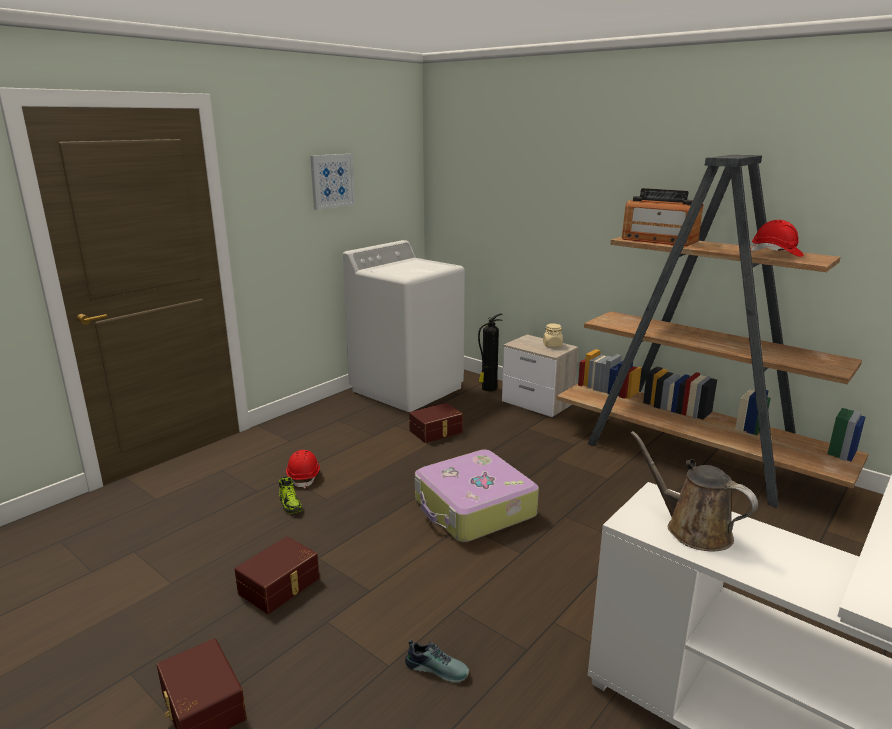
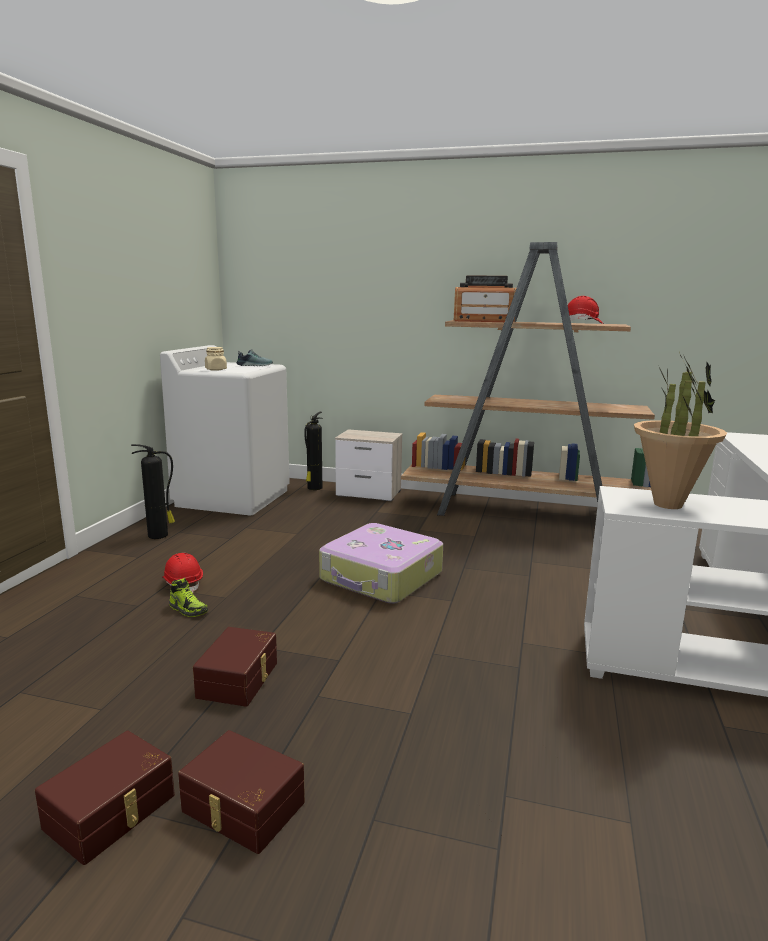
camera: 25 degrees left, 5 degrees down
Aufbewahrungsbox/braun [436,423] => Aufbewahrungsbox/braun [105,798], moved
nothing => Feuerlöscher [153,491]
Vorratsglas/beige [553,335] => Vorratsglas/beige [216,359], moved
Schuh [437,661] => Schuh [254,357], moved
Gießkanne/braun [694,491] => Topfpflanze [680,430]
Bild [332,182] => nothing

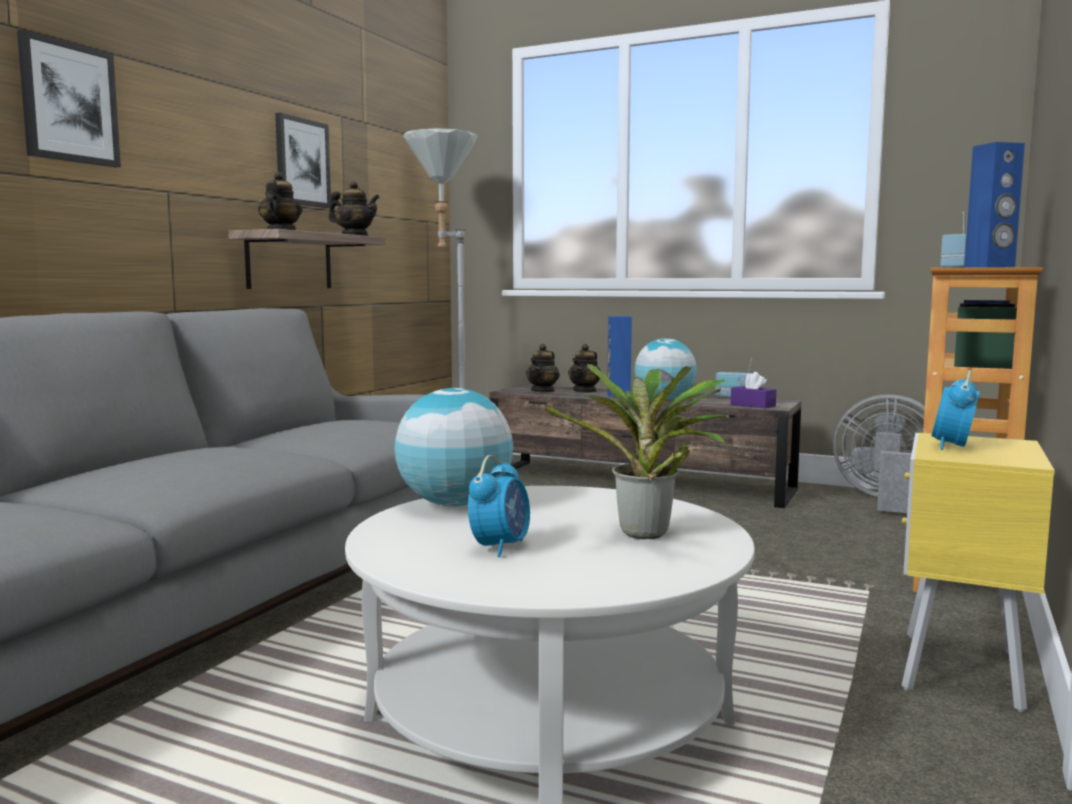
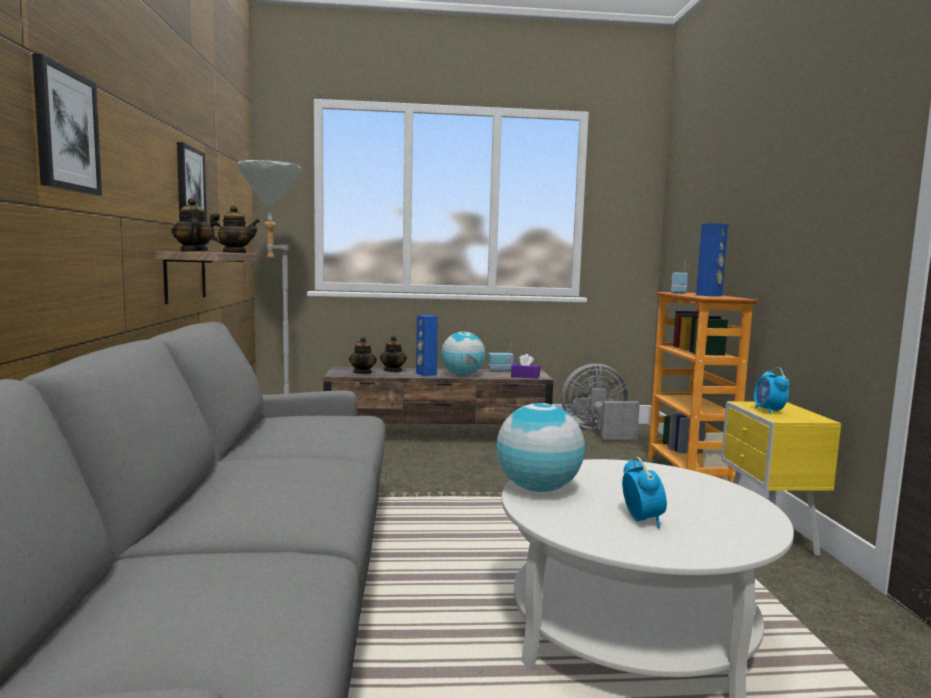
camera: 30 degrees left, 0 degrees up
Topfpflanze [637,451] => nothing

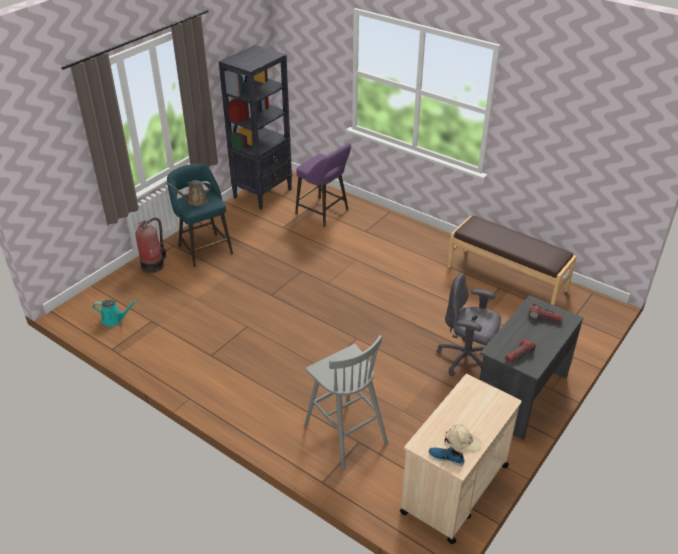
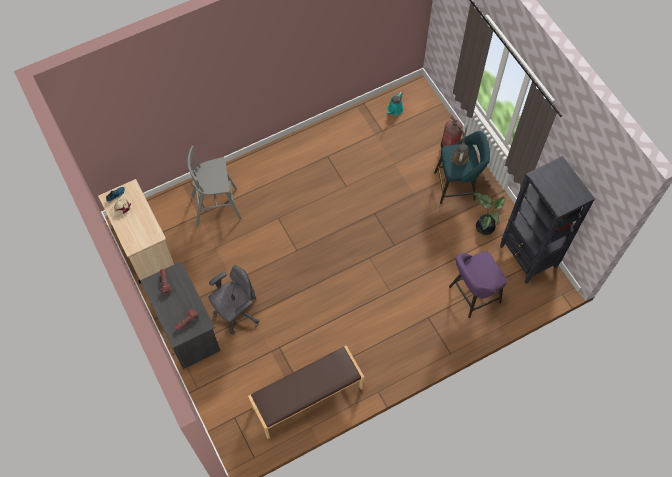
camera: 115 degrees right, 25 degrees up
nothing => Topfpflanze [489,214]

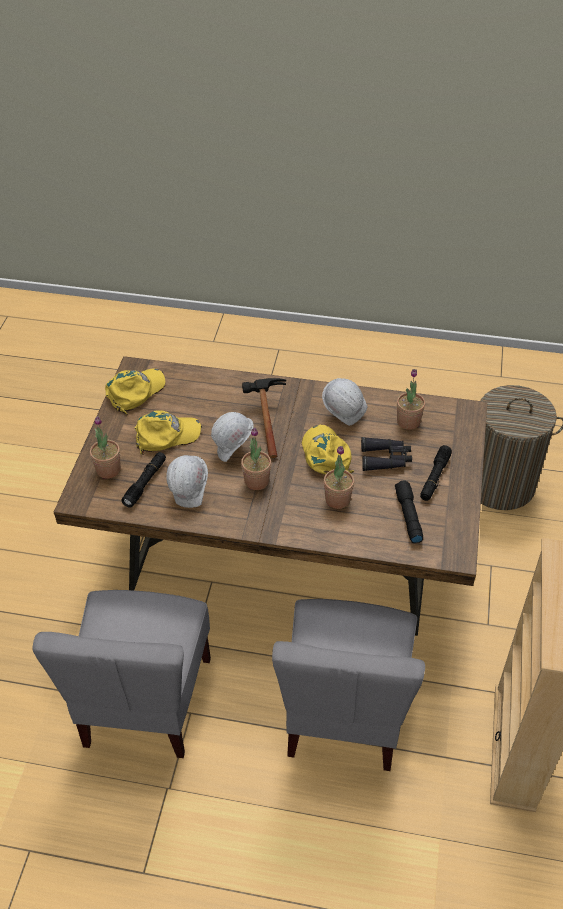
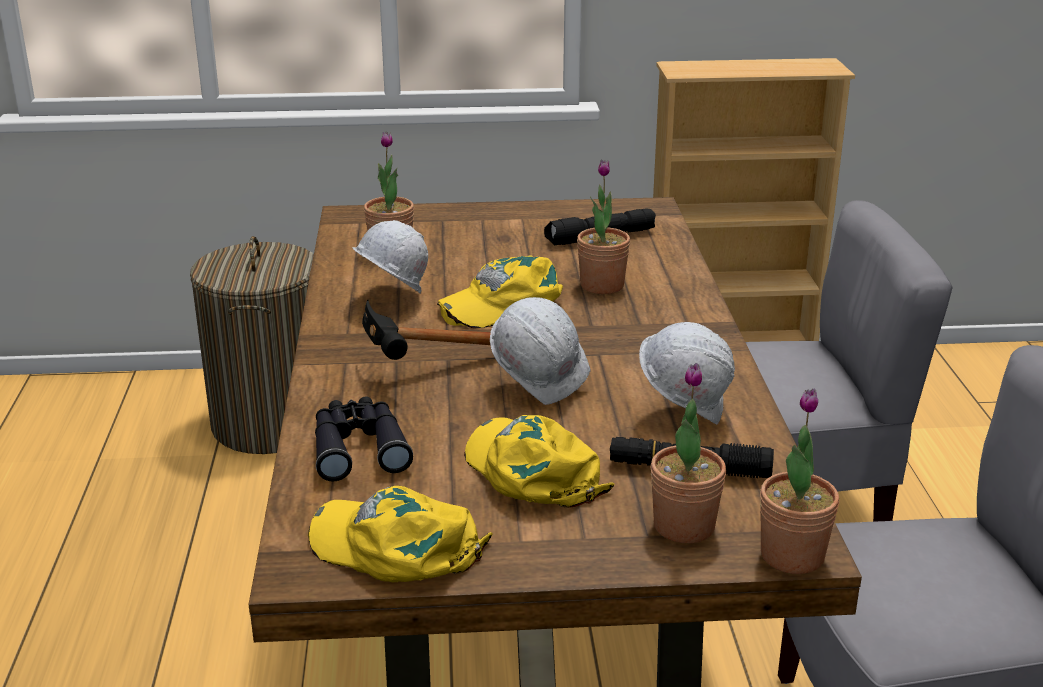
camera: 105 degrees left, 20 degrees down
Fernglas/schwarz [386,454] => Fernglas/schwarz [364,439], moved
Topfpflanze [256,458] => Topfpflanze [799,481], moved
Taschenlampe/schwarz [436,473] => nothing

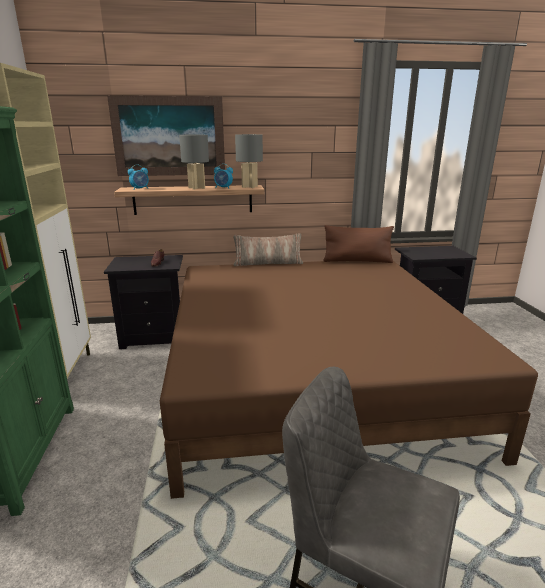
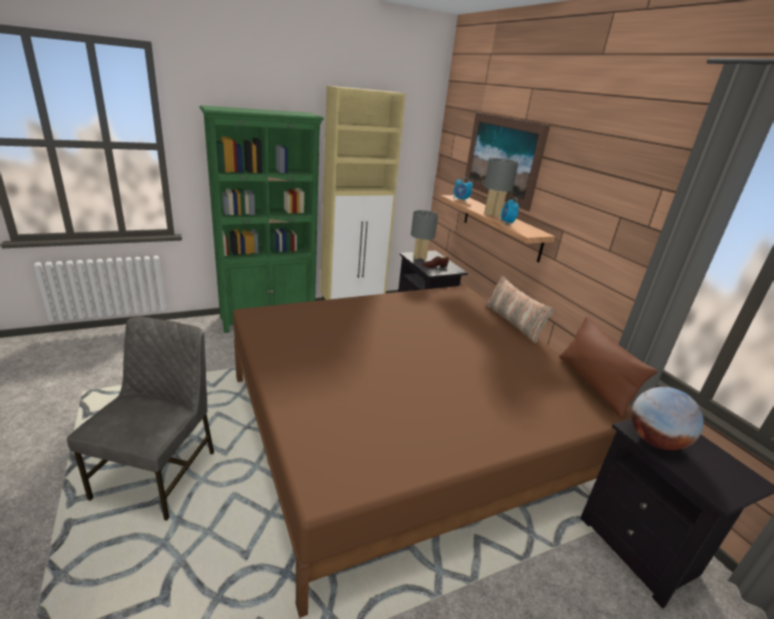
camera: 70 degrees right, 5 degrees up
Tischlampe/grau [249,161] => Tischlampe/grau [424,235], moved
nothing => Globus [667,418]

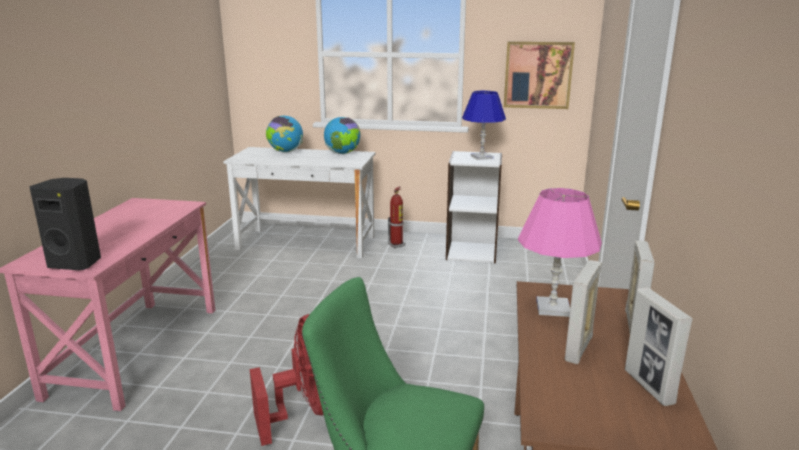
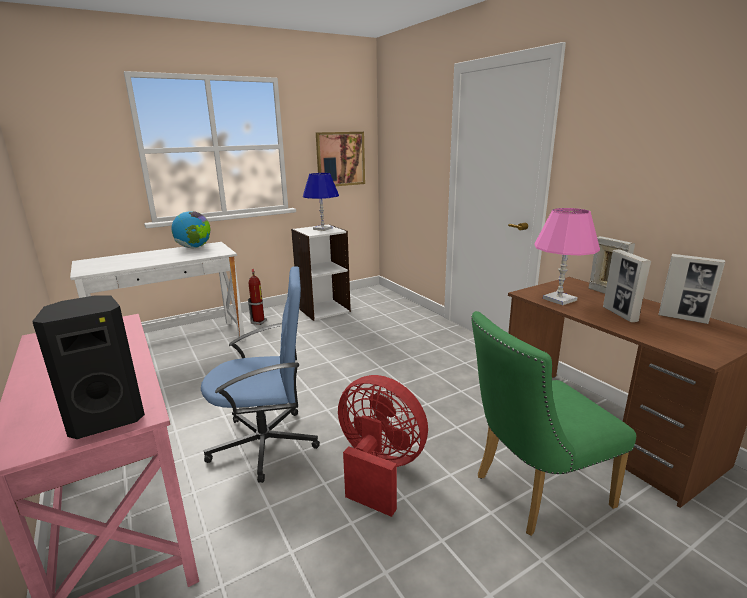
camera: 40 degrees left, 0 degrees up
nothing => Bürostuhl/blau [260,374]
Globus [284,134] => nothing

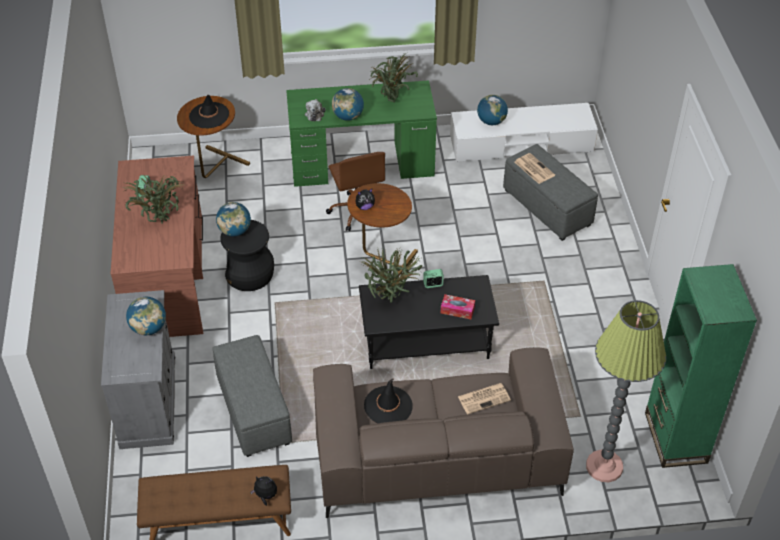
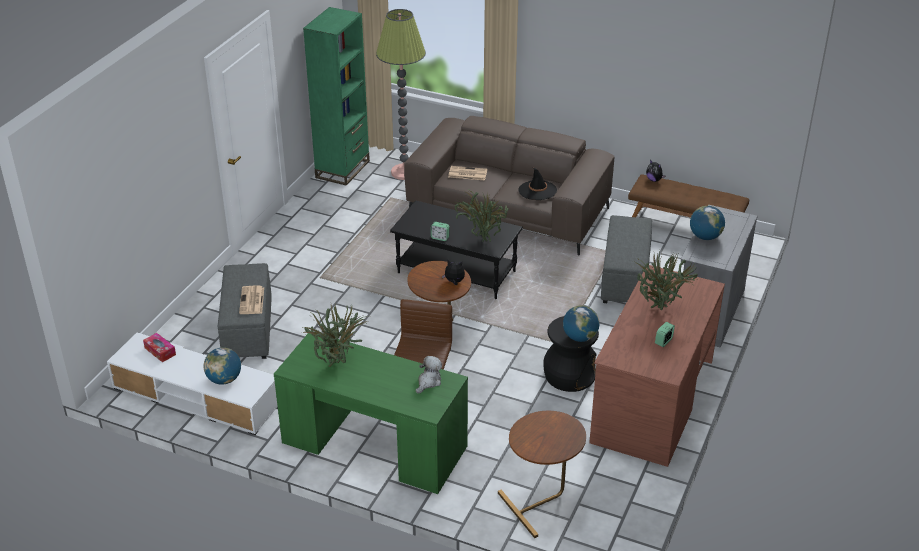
camera: 150 degrees left, 10 degrees down
Taschentuchbox [458,306] => Taschentuchbox [159,347], moved
Hut/schwarz [209,111] => nothing
Globus [348,104] => nothing

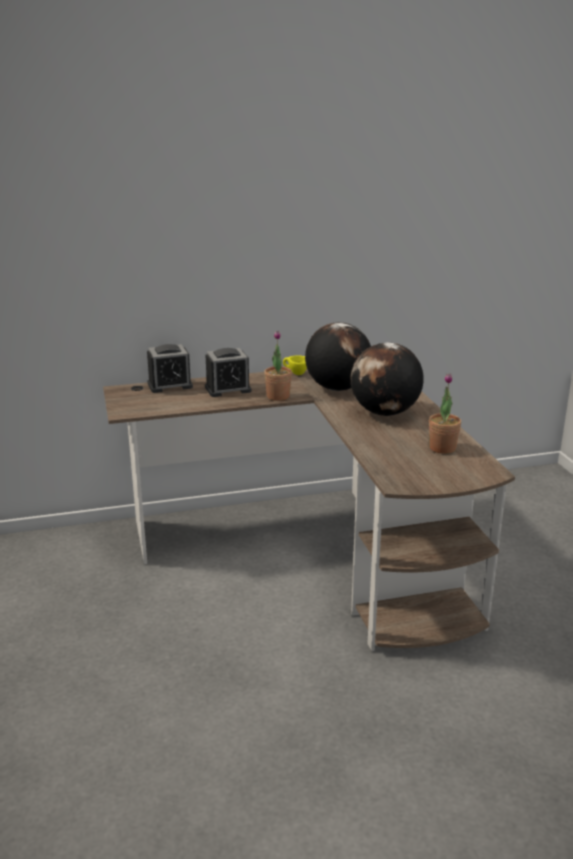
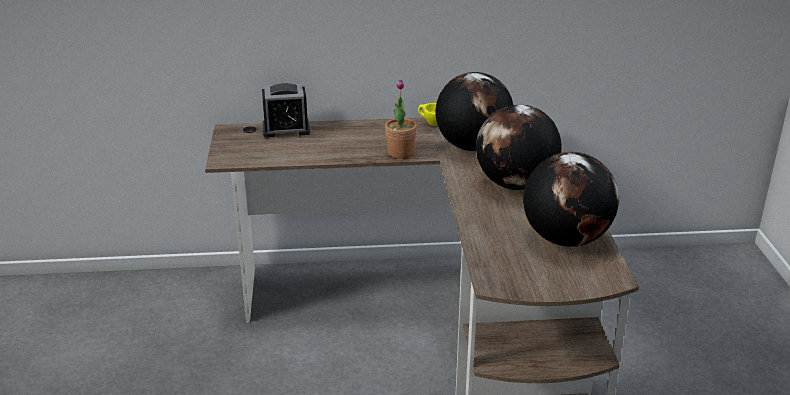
camera: 10 degrees right, 5 degrees up
Topfpflanze [445,413] => Globus [571,199]
Wecker [228,372] => nothing

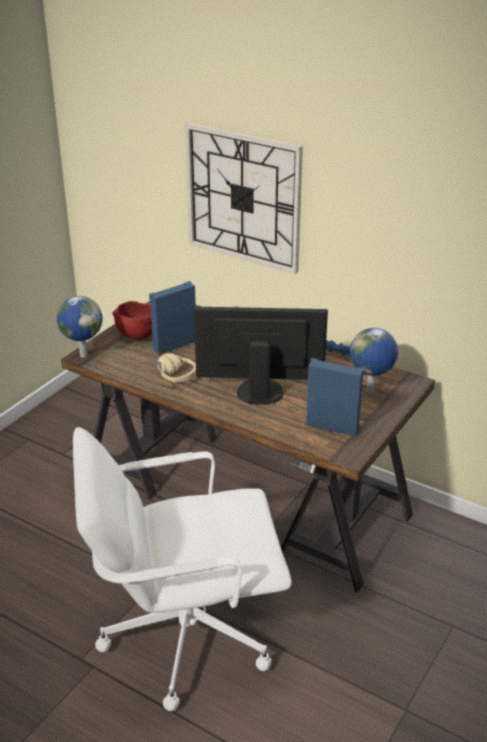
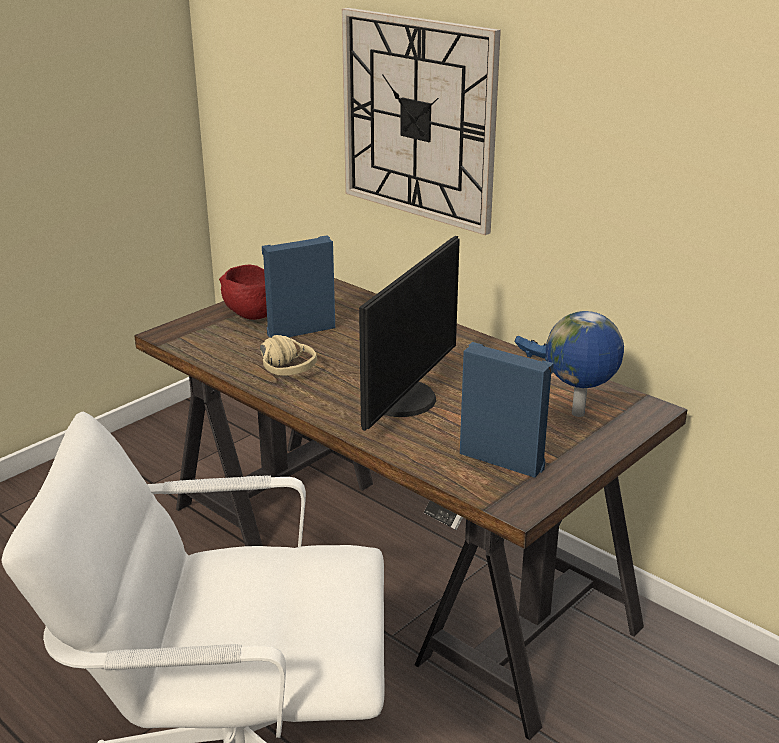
camera: 10 degrees right, 5 degrees down
Monitor [261,356] => Monitor [409,333], 105 degrees clockwise
Globus [80,327] => nothing

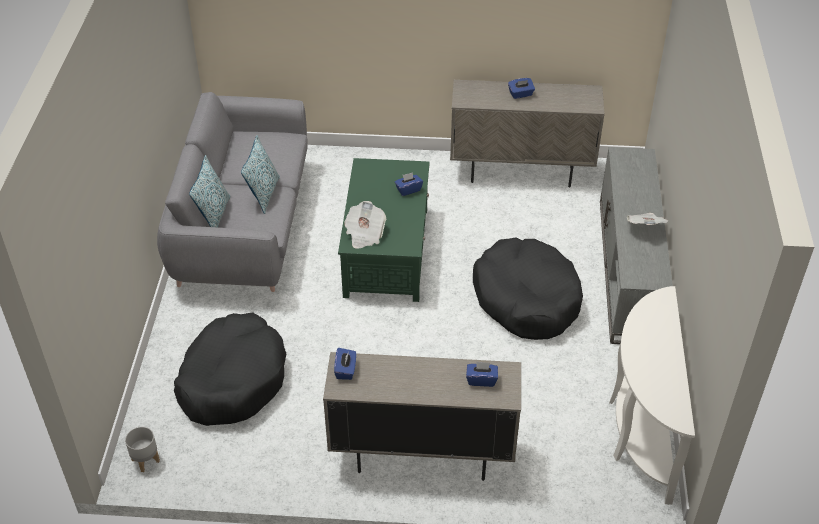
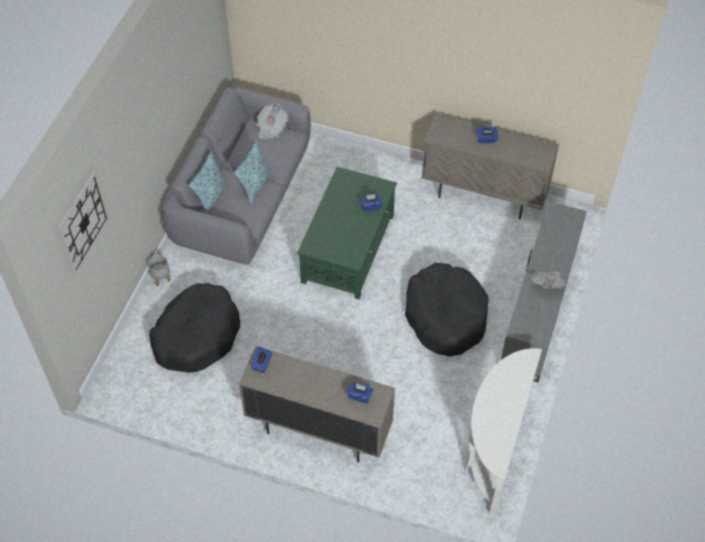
camera: 15 degrees right, 10 degrees up
nothing => Wanduhr [83,223]
Pflanzkübel/grau [142,449] => Pflanzkübel/grau [159,270], moved
Zeitung [365,225] => Zeitung [272,121], moved

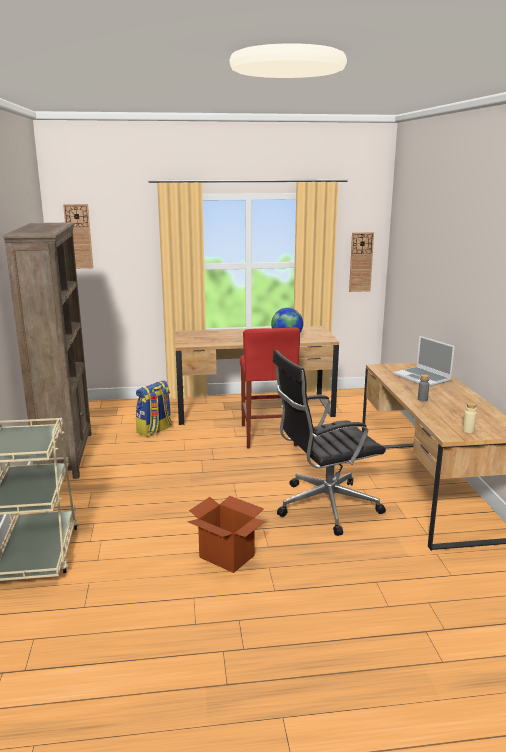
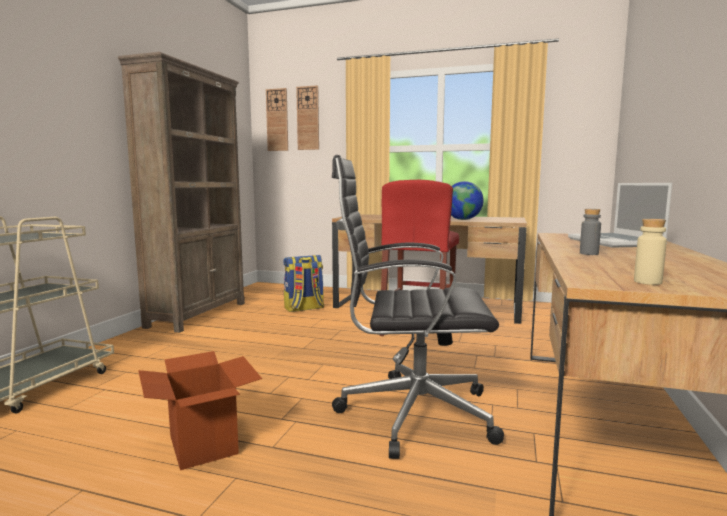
camera: 25 degrees right, 10 degrees down
Wanduhr [361,262] => Wanduhr [307,117], moved

